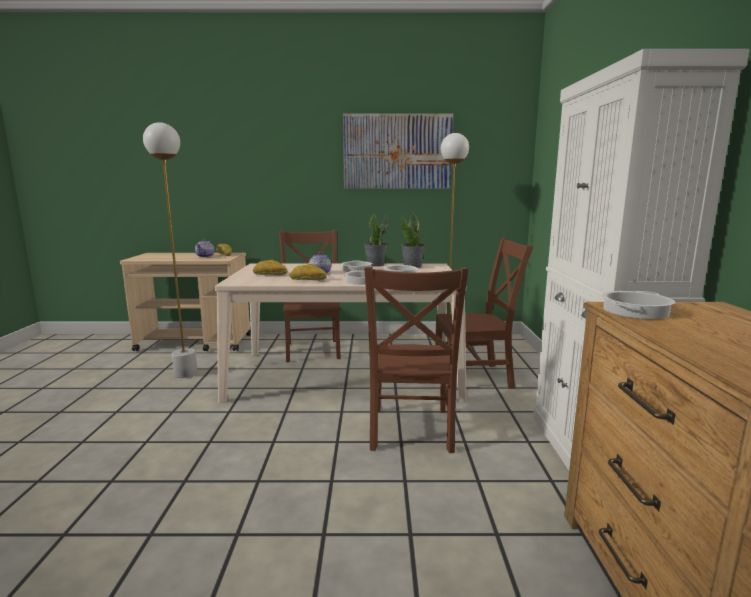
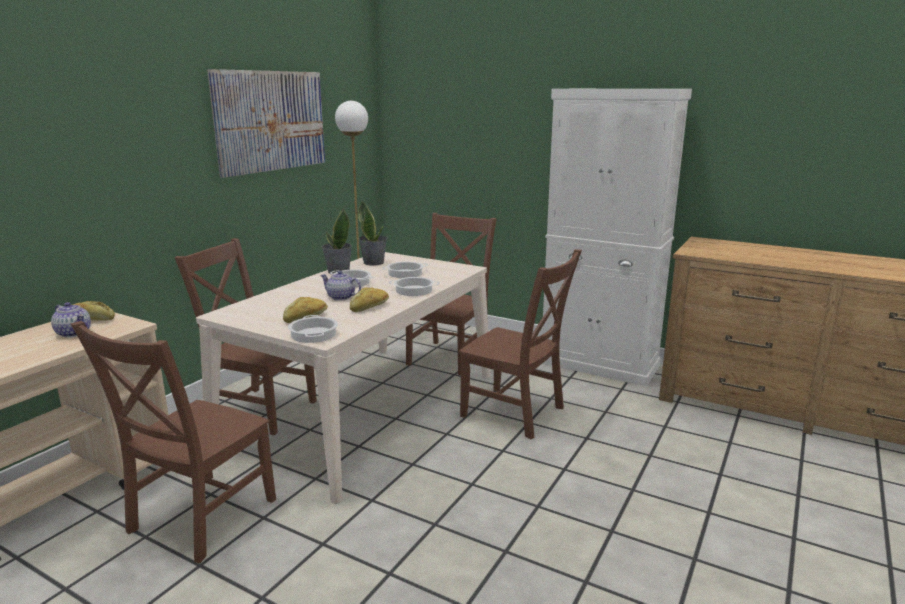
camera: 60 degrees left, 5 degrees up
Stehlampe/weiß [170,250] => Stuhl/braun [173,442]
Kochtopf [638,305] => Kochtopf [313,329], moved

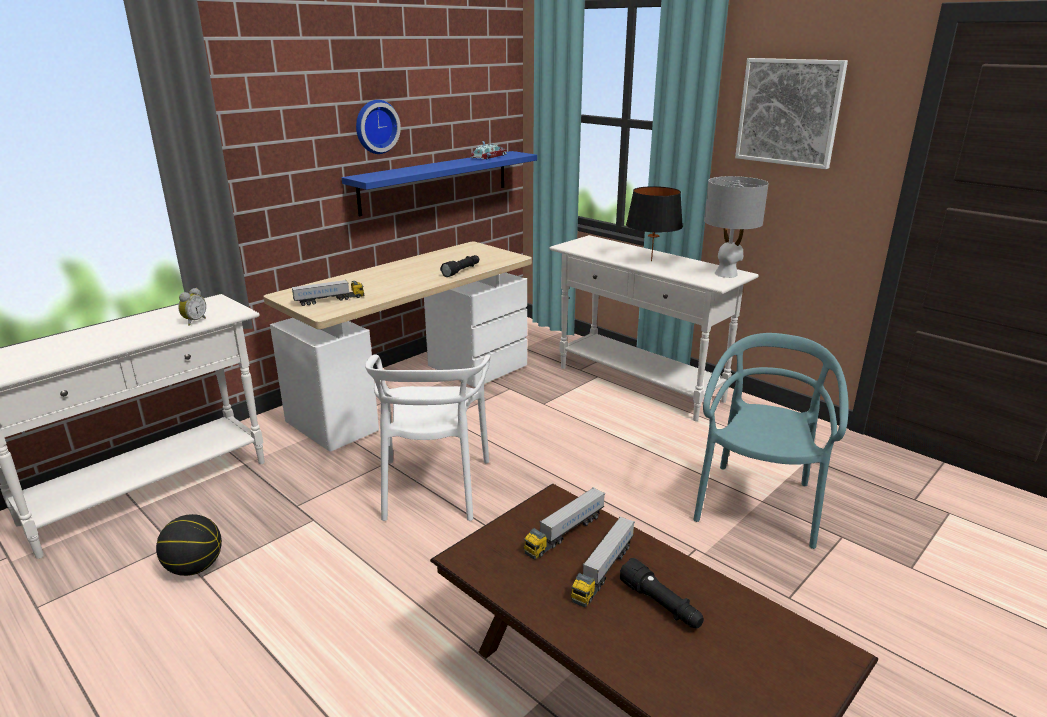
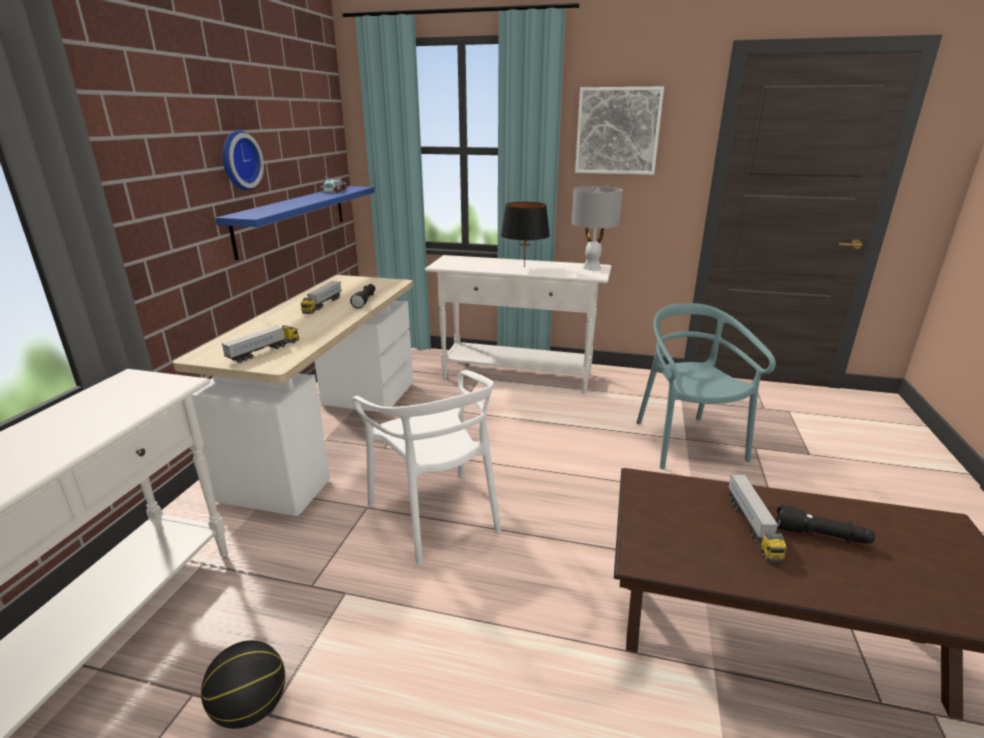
camera: 30 degrees left, 0 degrees up
Spielzeuglaster [564,523] => Spielzeuglaster [320,297], moved
Wecker [192,307] => nothing

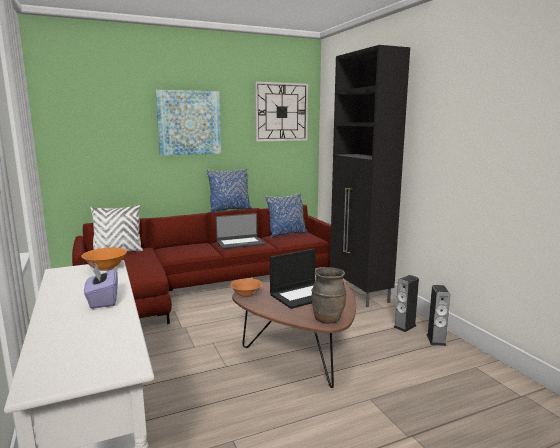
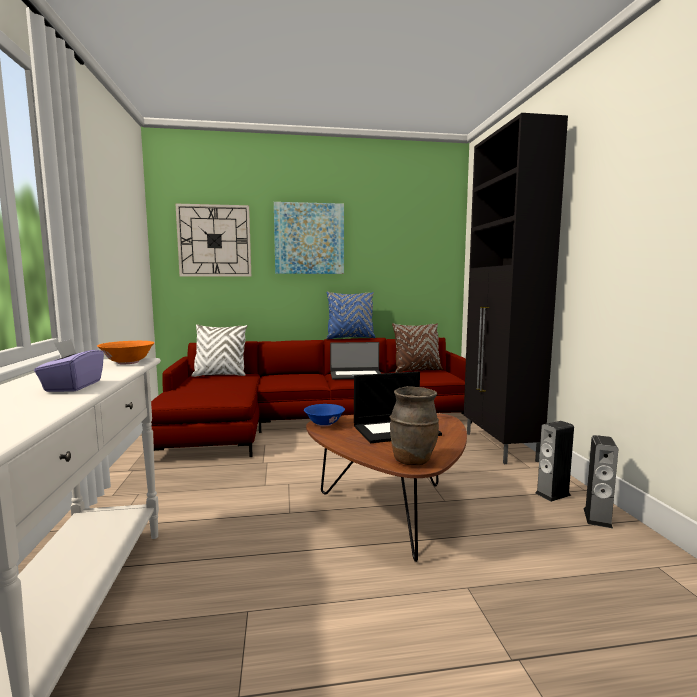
camera: 15 degrees right, 5 degrees down
Wanduhr [281,111] => Wanduhr [213,240], moved
Schüssel/orange [246,288] => Schüssel/blau [324,415]
Kissen/blau [286,216] => Kissen/braun [417,348]

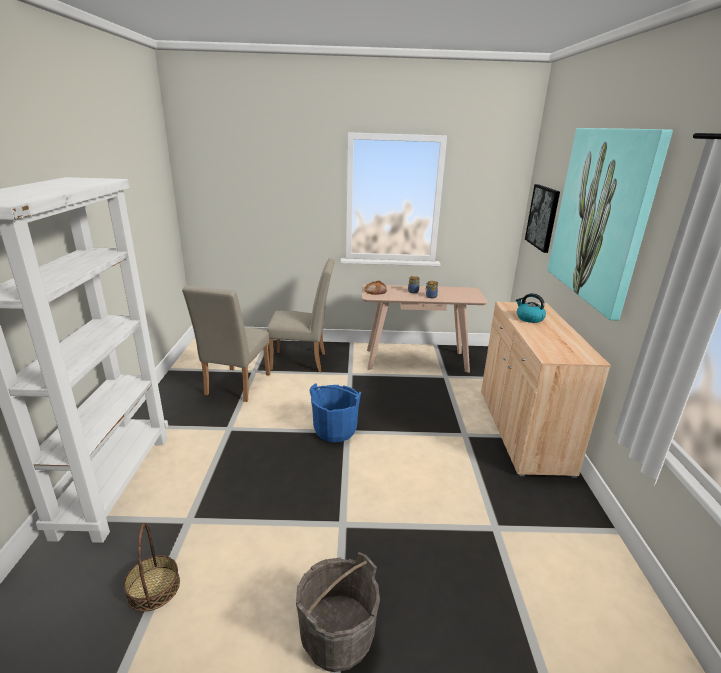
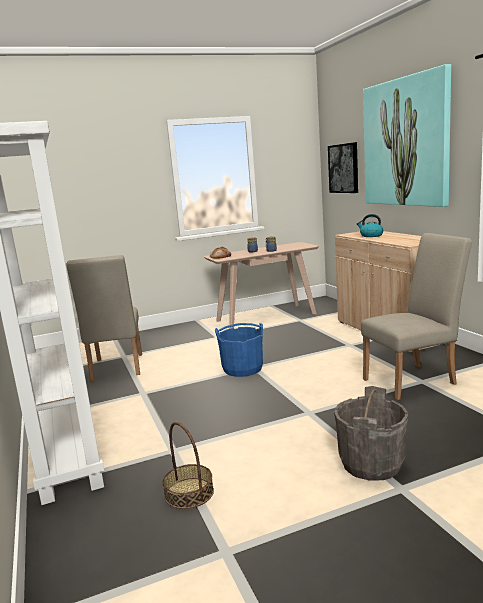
camera: 20 degrees left, 10 degrees down
Stuhl/beige [301,315] => Stuhl/beige [416,316], moved

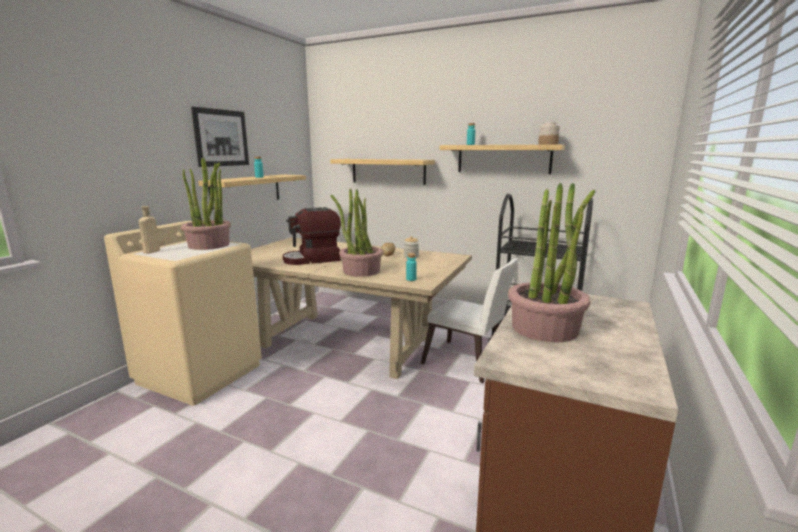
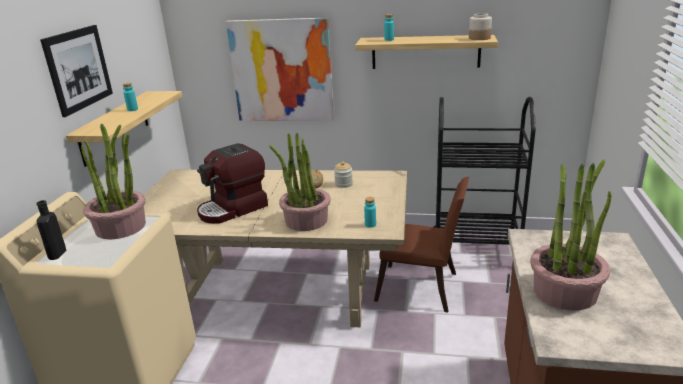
camera: 15 degrees left, 10 degrees up
Flasche/beige [149,230] => Flasche/schwarz [51,230]
Wandregal [382,172] => Bild [280,69]
Stuhl/weiß [470,320] => Stuhl/braun [421,244]

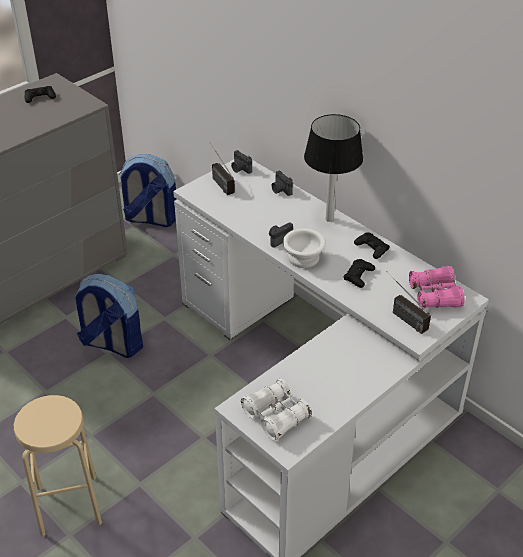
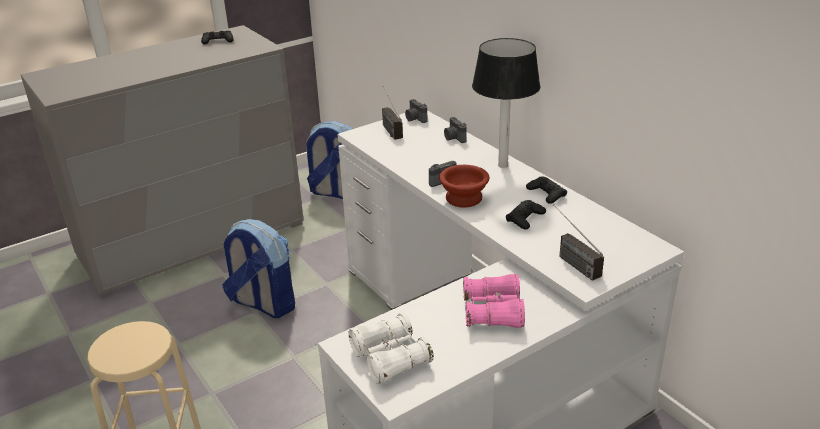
camera: 10 degrees right, 10 degrees down
Schüssel/weiß [304,248] => Schüssel/braun [464,186]
Fernglas/rosa [437,288] => Fernglas/rosa [494,301], moved

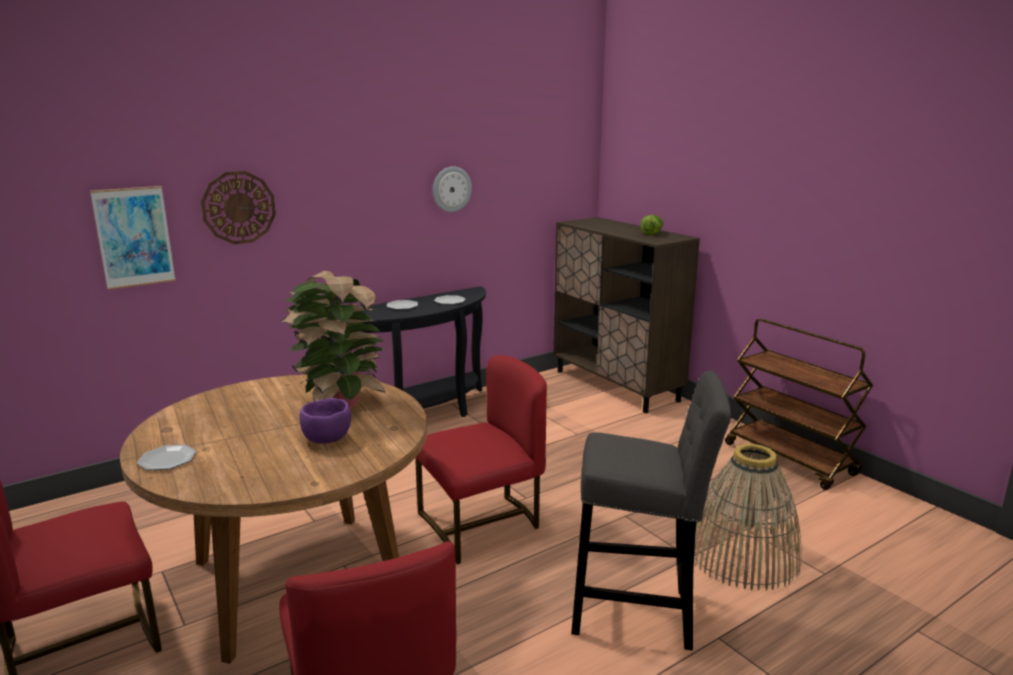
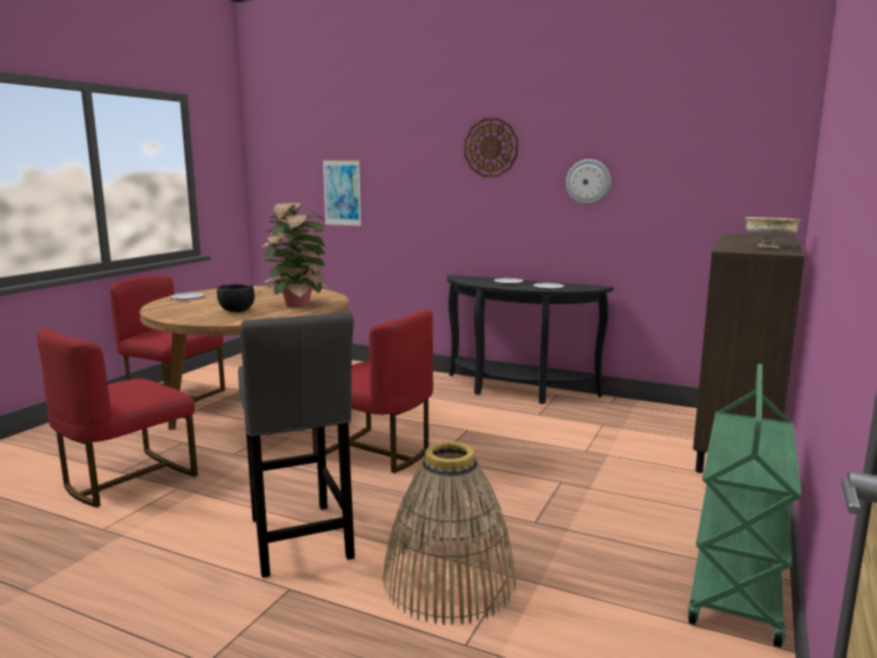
camera: 60 degrees right, 5 degrees down
Schüssel/lila [325,421] => Schüssel/schwarz [236,298]
Wanduhr [238,207] => Wanduhr [491,147], moved
Rollwagen/braun [799,404] => Rollwagen/grün [745,505]
Salatkopf [651,225] => Schüssel/beige [772,232]

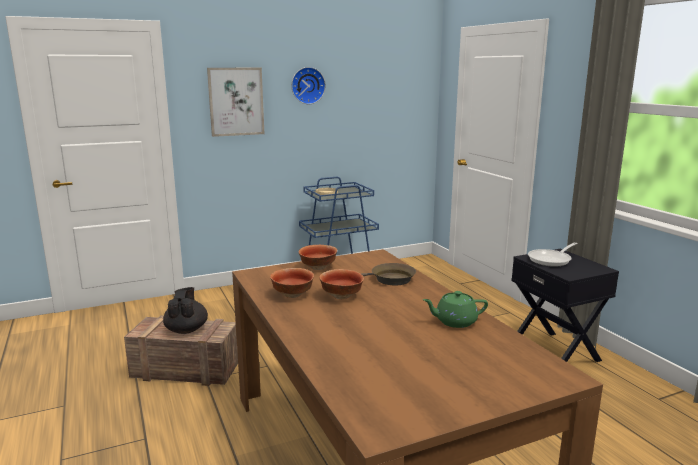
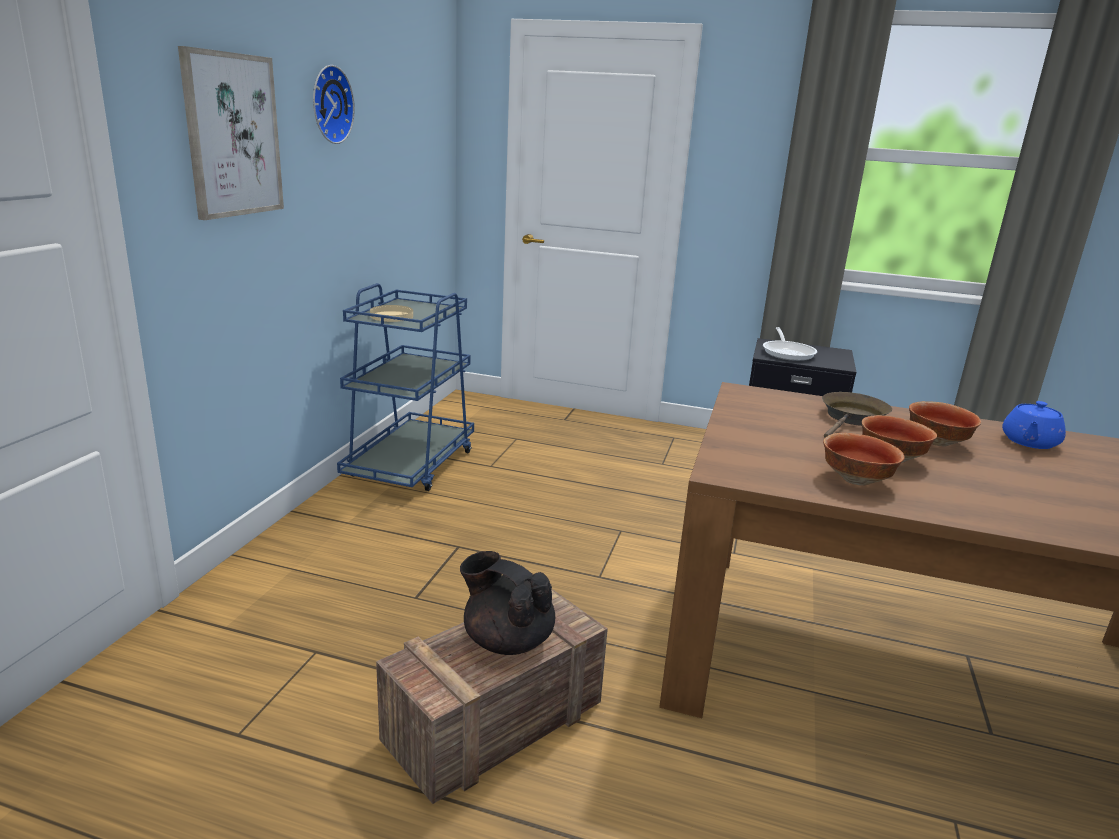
camera: 50 degrees left, 5 degrees up
Schüssel [318,257] => Schüssel [945,423], moved
Teekanne/grün [455,309] => Teekanne/blau [1034,425]

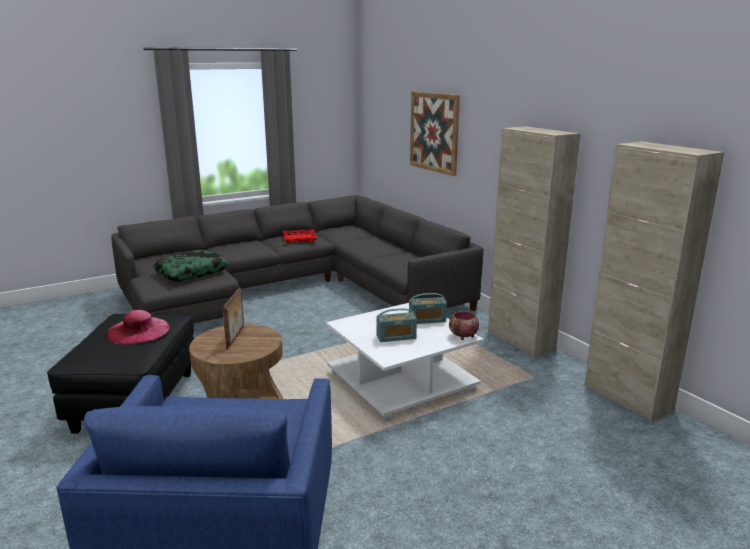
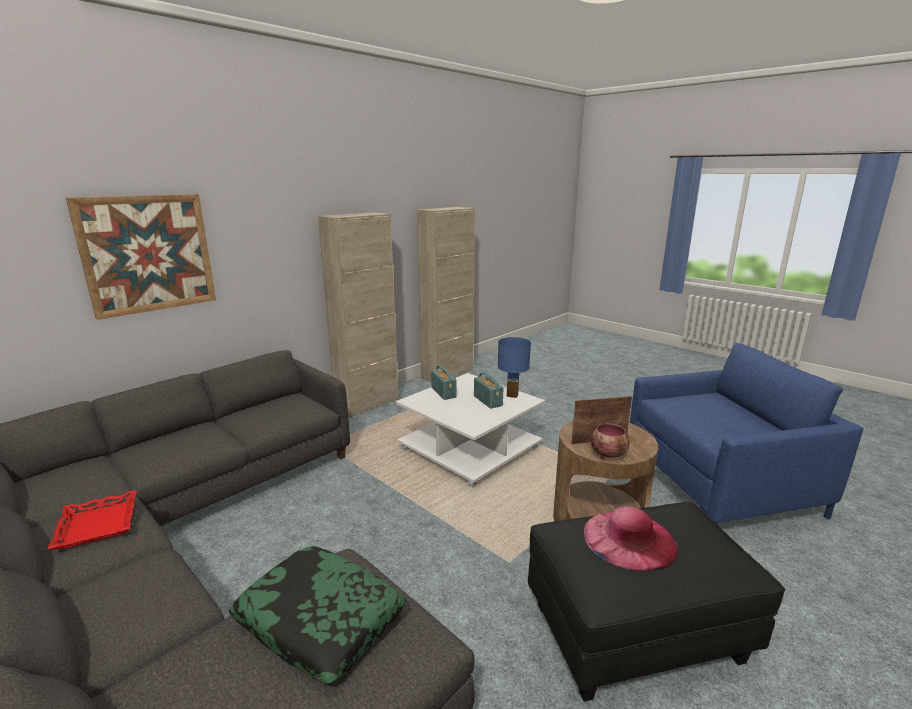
camera: 105 degrees left, 0 degrees up
nothing => Tischlampe/blau [514,367]
Schüssel [464,325] => Schüssel [610,441], moved

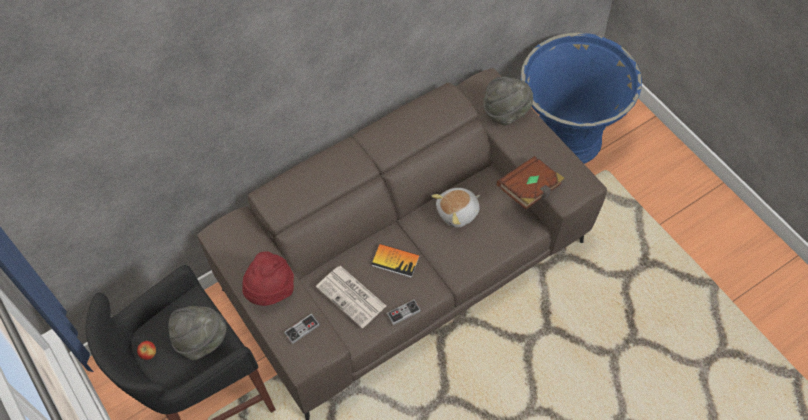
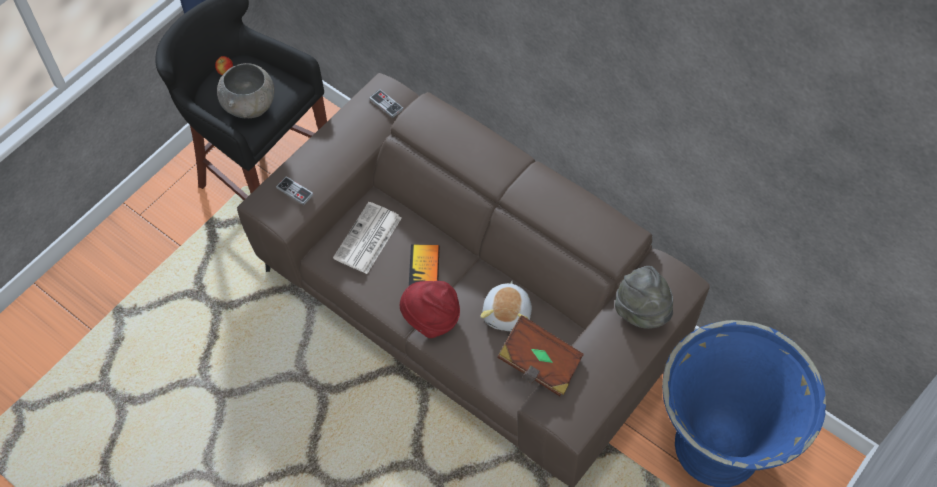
camera: 70 degrees right, 0 degrees up
Hut/grau [197,333] => Schüssel/grau [245,90]
Gamepad [404,312] => Gamepad [386,103], moved
Hut/rot [268,278] => Hut/rot [430,309], moved
Plüschtier [456,208] => Plüschtier [506,306], 120 degrees counterclockwise

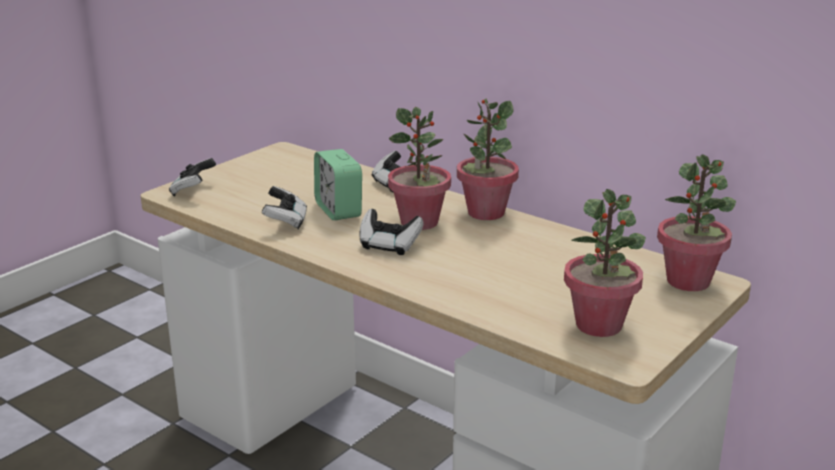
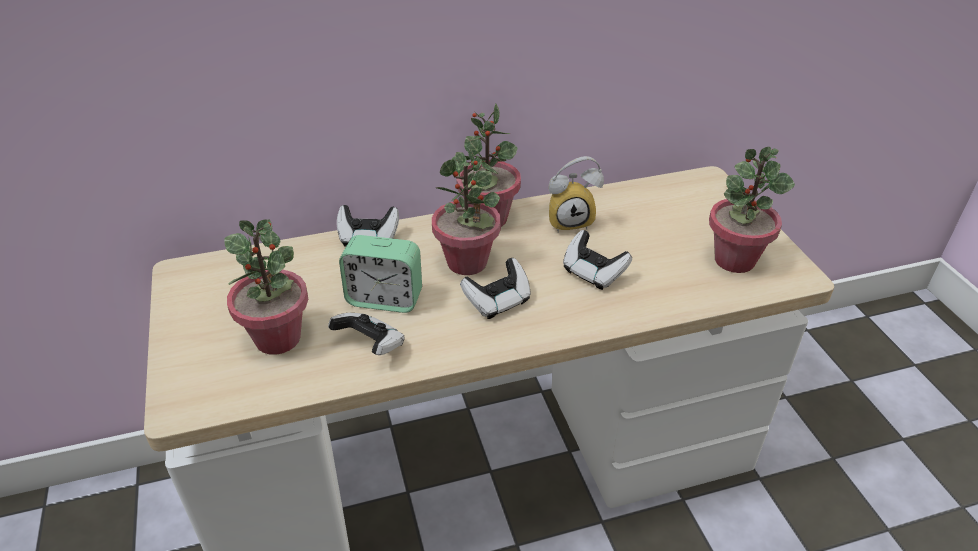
camera: 55 degrees left, 15 degrees up
Topfpflanze [696,222] => Topfpflanze [266,287], moved
nothing => Wecker [576,194]
Gamepad [192,177] => Gamepad [597,260], moved

